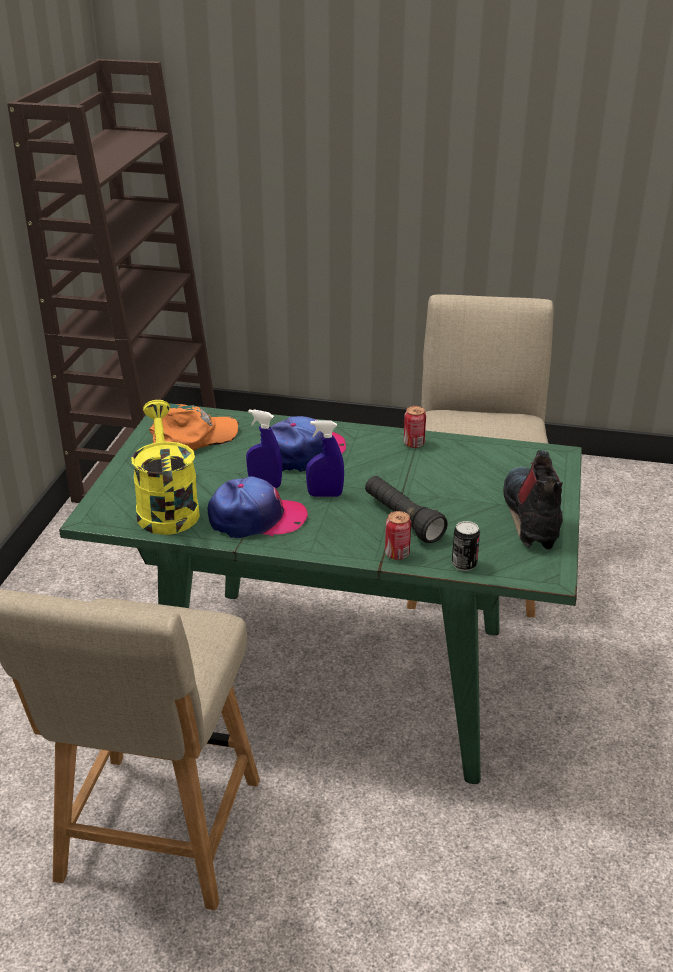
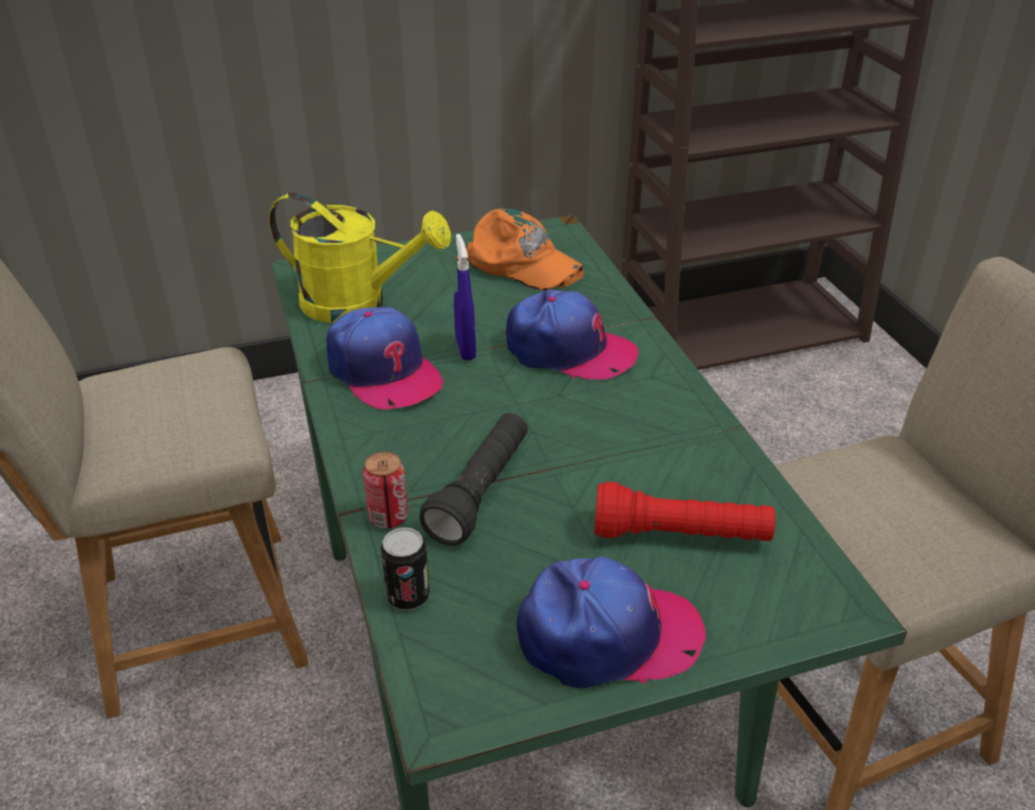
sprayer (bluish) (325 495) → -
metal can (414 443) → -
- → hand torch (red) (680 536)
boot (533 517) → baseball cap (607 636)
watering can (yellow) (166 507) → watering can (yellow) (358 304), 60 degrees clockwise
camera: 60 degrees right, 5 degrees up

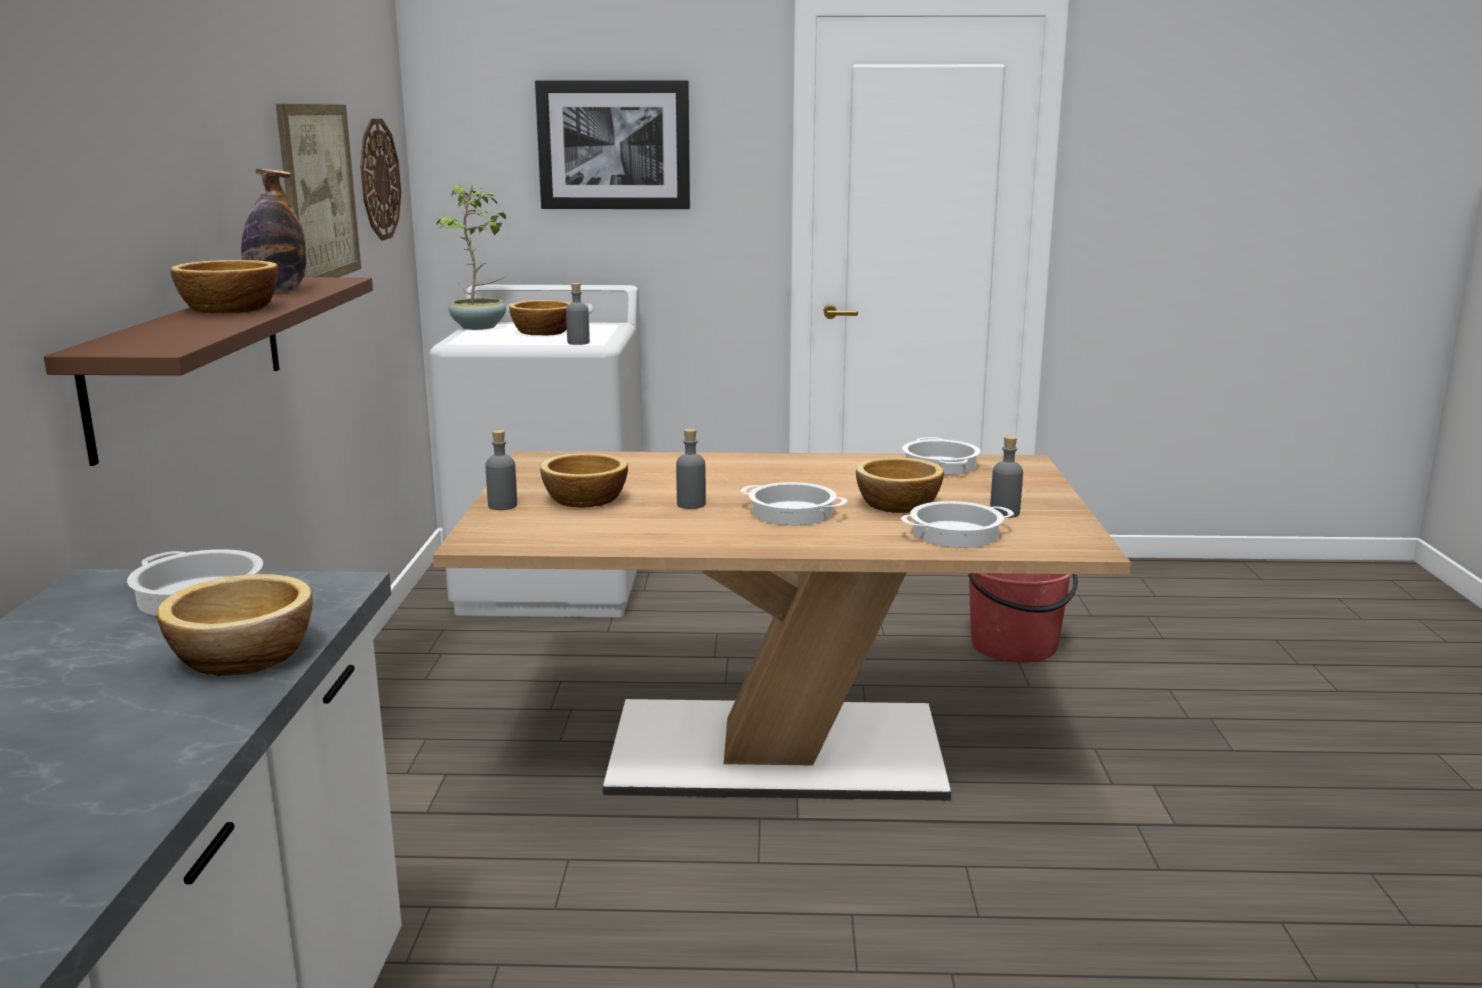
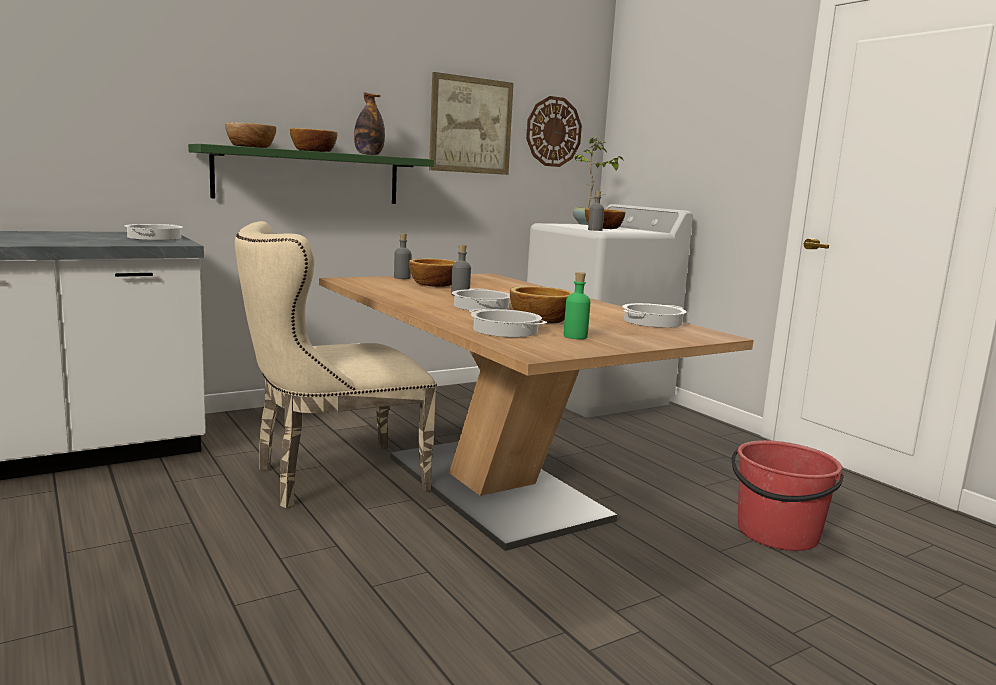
wall picture (614 145) → -
- → upright chair (beige) (330 478)
serving bowl (246 656) → serving bowl (252 147), moved
bracket shelf (brownish) (190 360) → bracket shelf (green-coloured) (309 176)
bottle (grey) (1004 513) → bottle (green-coloured) (575 336)
camera: 55 degrees right, 5 degrees down

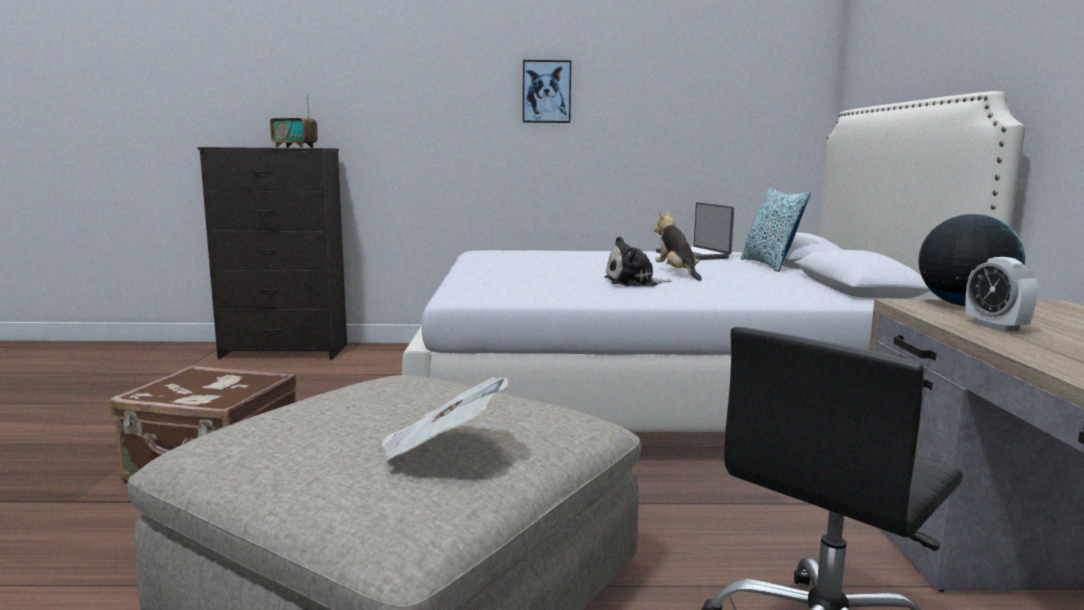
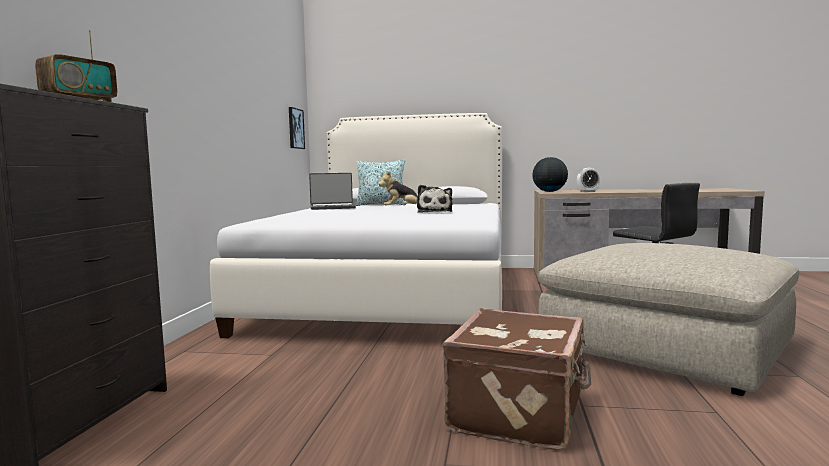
newspaper (440 450) → -
wall picture (546 91) → wall picture (295 128), moved
camera: 80 degrees left, 5 degrees down

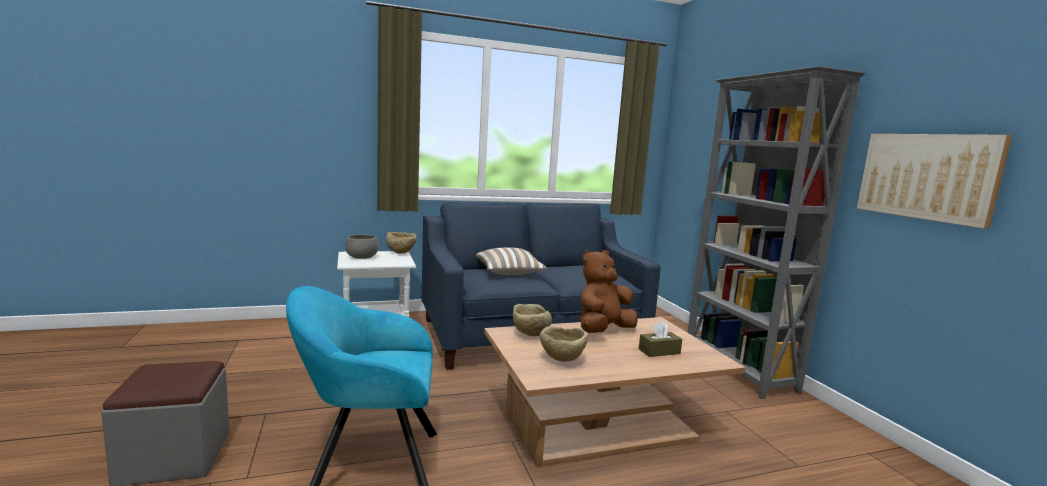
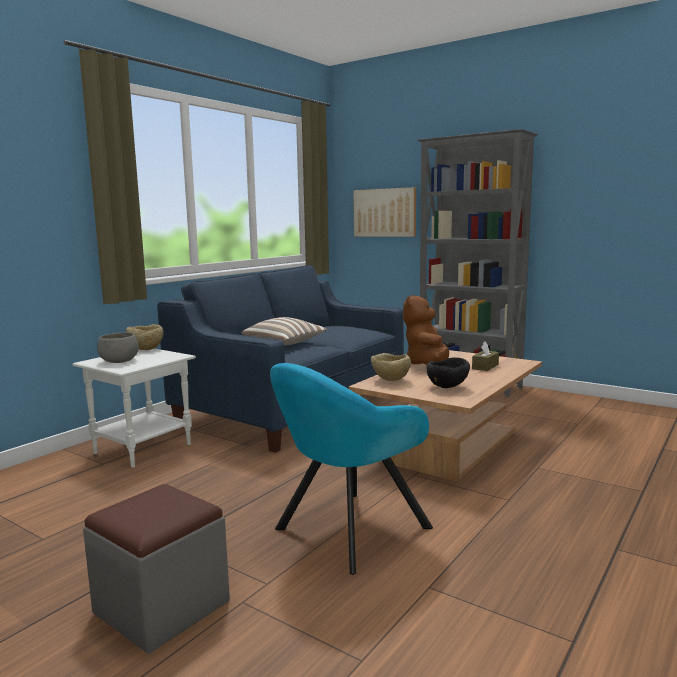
wall picture (927 176) → wall picture (385 212), moved
serving bowl (beige) (561 360) → serving bowl (blackish) (447 388)
camera: 35 degrees left, 0 degrees up

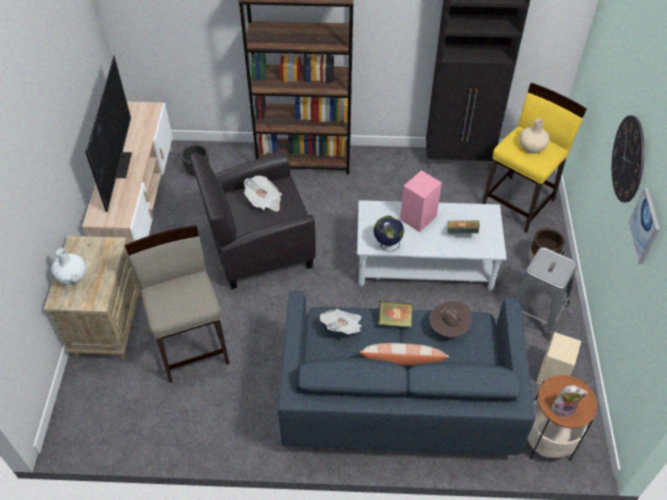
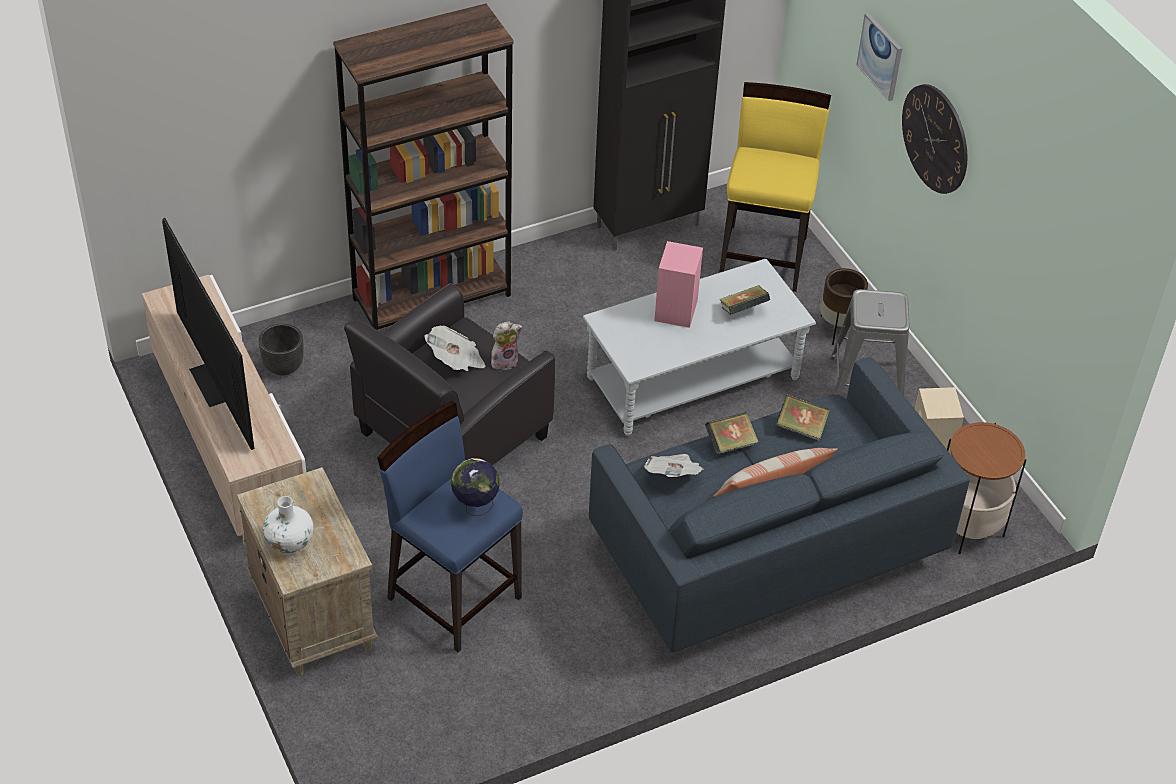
vase (beige) (531 148) → -
globe (387 245) → globe (475 507), moved
plush toy (563 408) → plush toy (504 361), moved
wall picture (645 226) → wall picture (880 56), moved
hat (brownish) (448 328) → bound book (801 428)
stool (beige) (192 346) → stool (bluish) (454 596)
camera: 30 degrees left, 5 degrees down

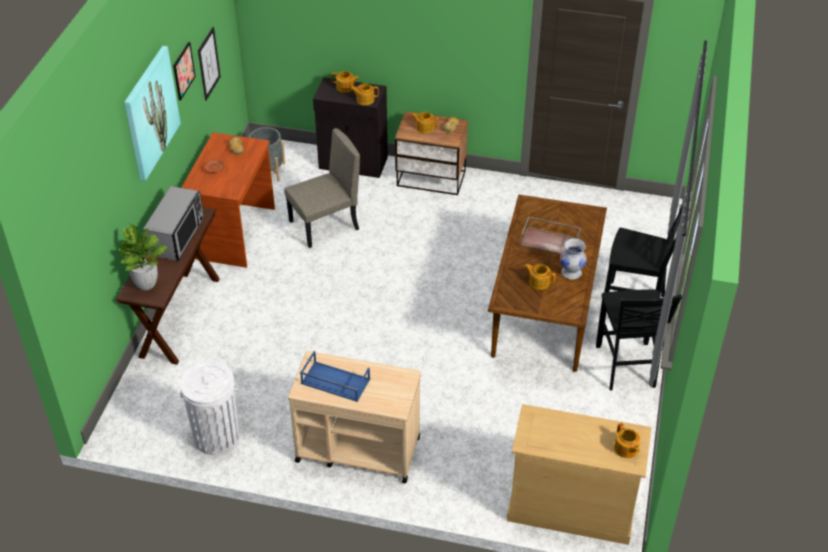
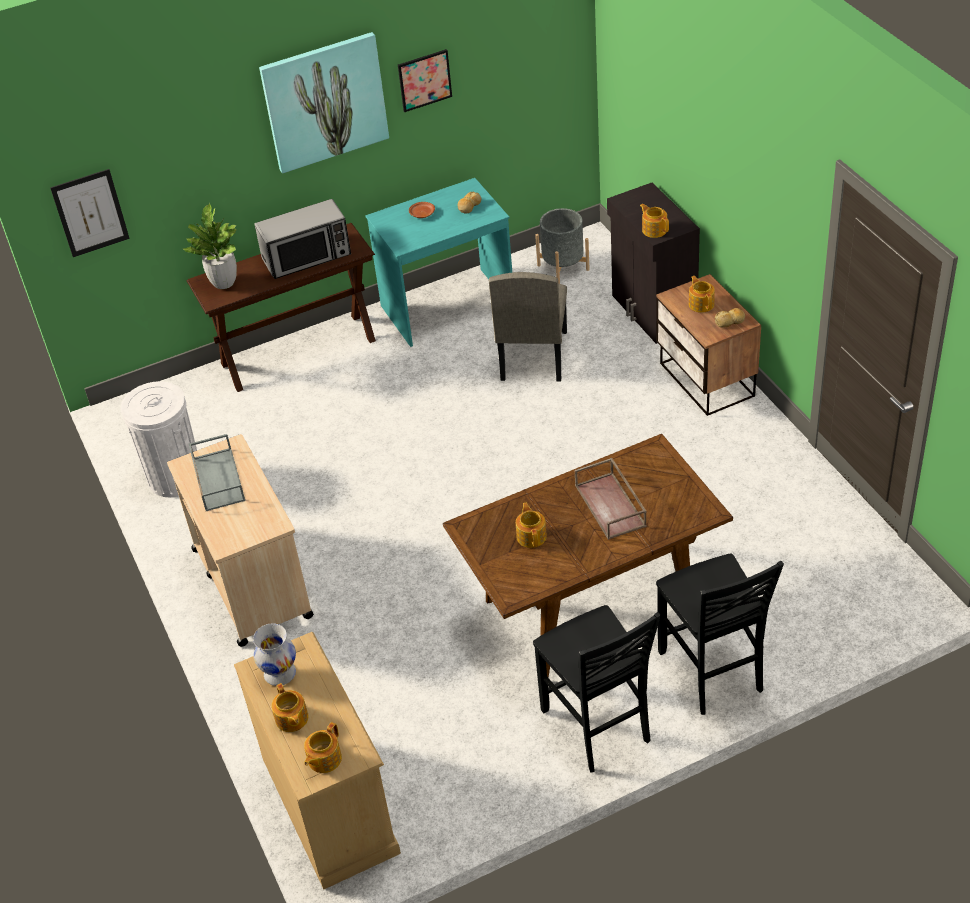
wall picture (208 63) → wall picture (90 213), moved
teapot (345 87) → teapot (291 719), moved
vase (white) (571 273) → vase (white) (279 674), moved
desk (brownish) (235 233) → desk (turquoise) (448 308)
tray (bluish) (334 382) → tray (grey) (217 479)
upright chair (beige) (324 226) → upright chair (beige) (533 355), 75 degrees clockwise
upright chair (blackish) (626 367) → upright chair (blackish) (597 727), 75 degrees counterclockwise
camera: 55 degrees right, 0 degrees up

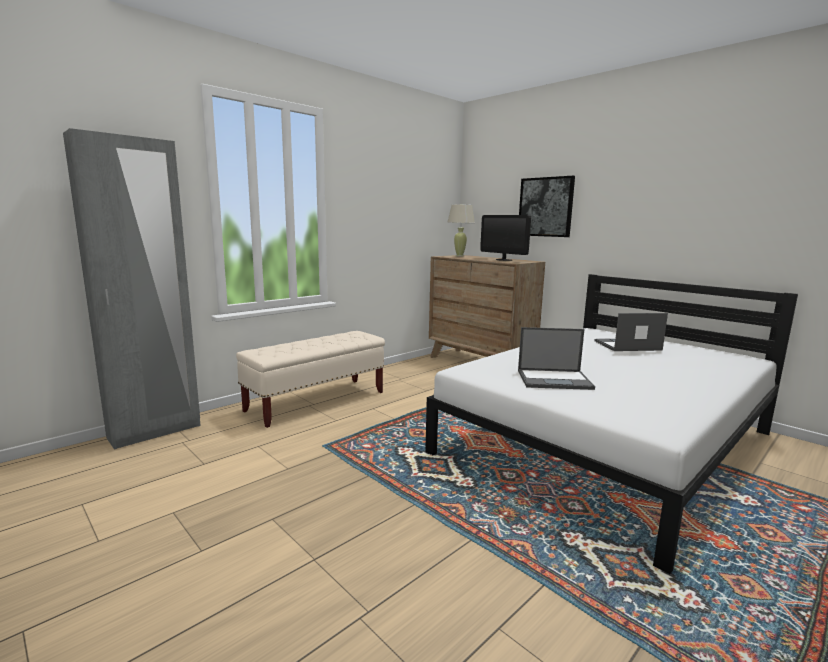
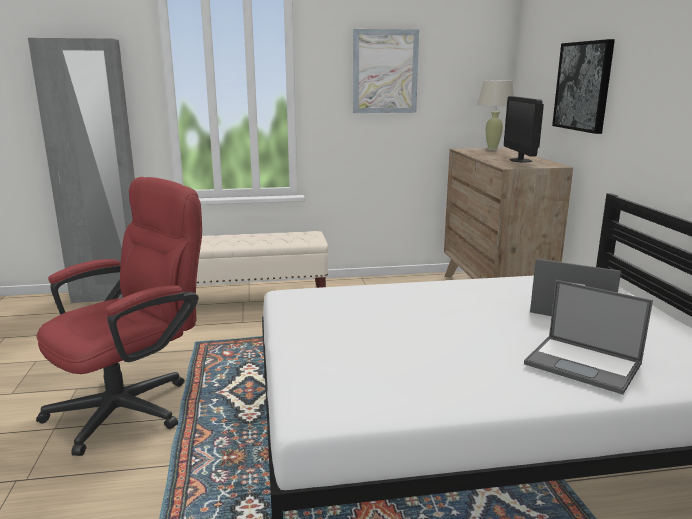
- → computer chair (red) (133 405)
- → wall picture (385 71)
portable computer (555 379) → portable computer (584 364), moved
camera: 35 degrees right, 5 degrees up

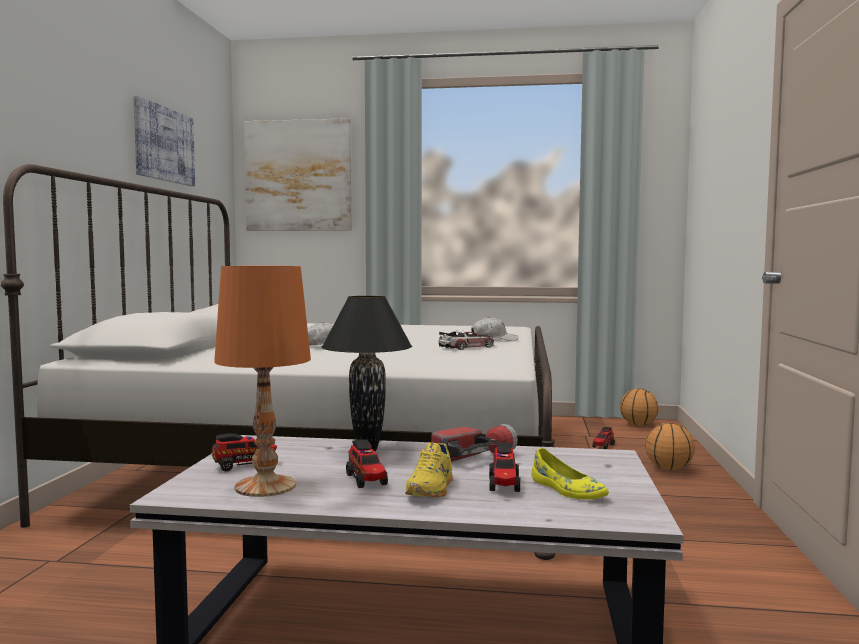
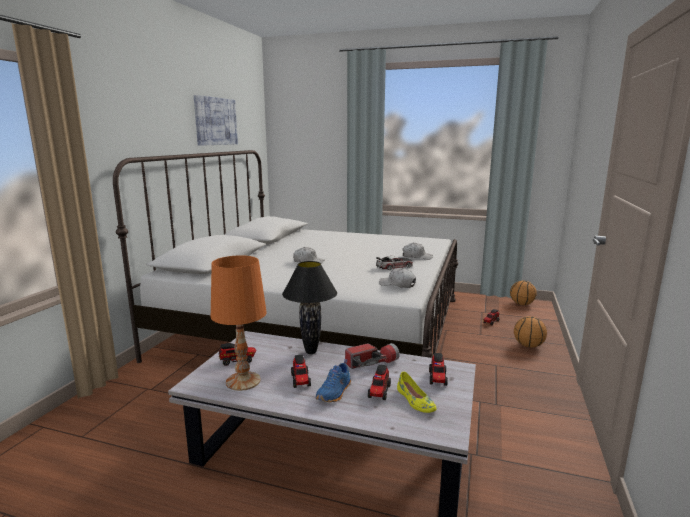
wall picture (298 176) → -
- → baseball cap (white) (397 284)
- → model truck (437 378)
low shoe (yellow) (432 489) → low shoe (bluish) (335 392)
camera: 10 degrees right, 10 degrees up

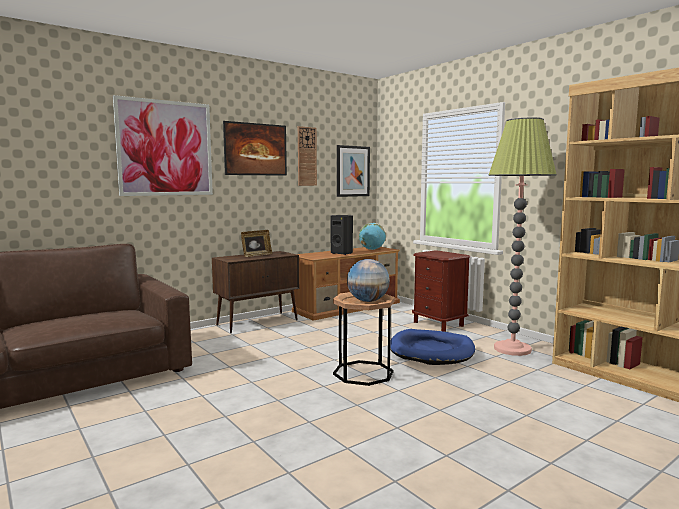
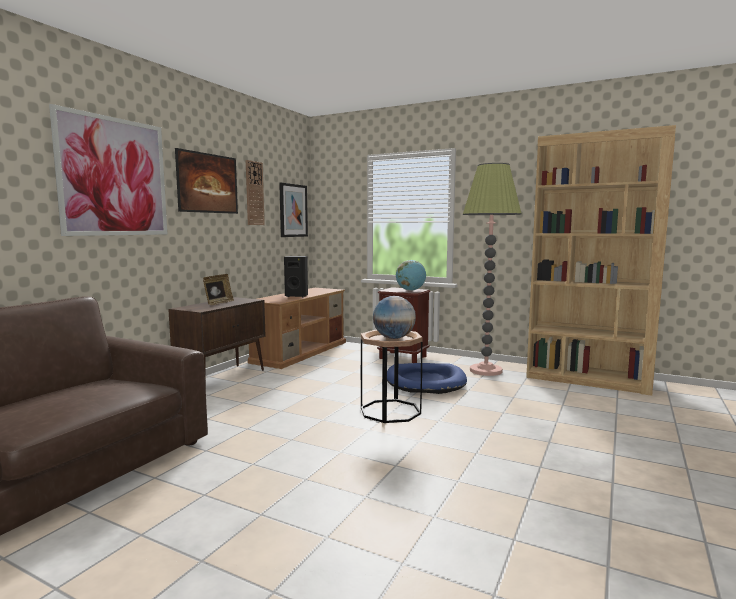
globe (372 249) → globe (410 290), moved
camera: 25 degrees left, 0 degrees up

